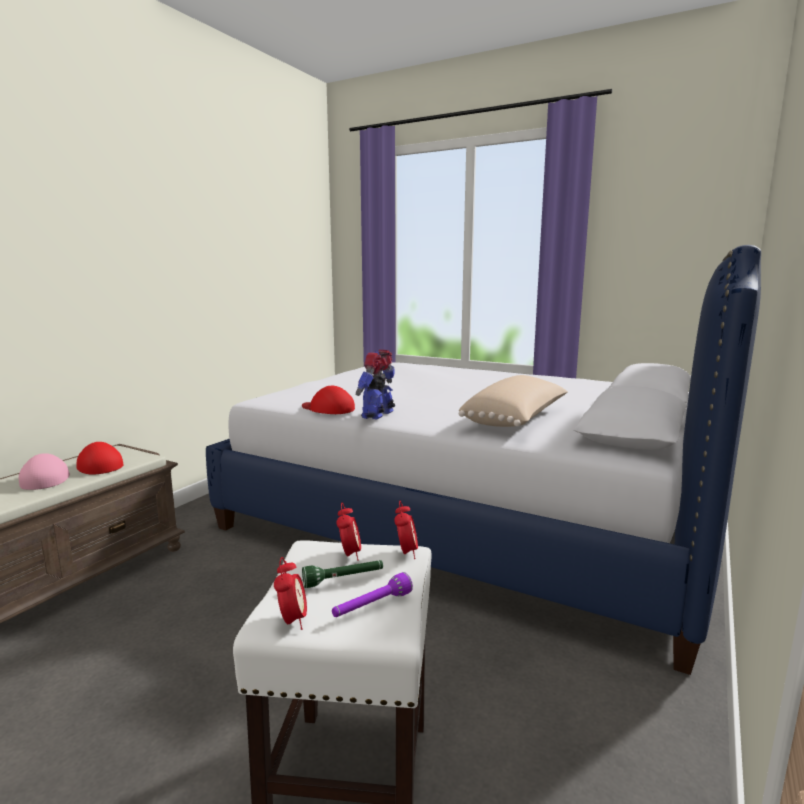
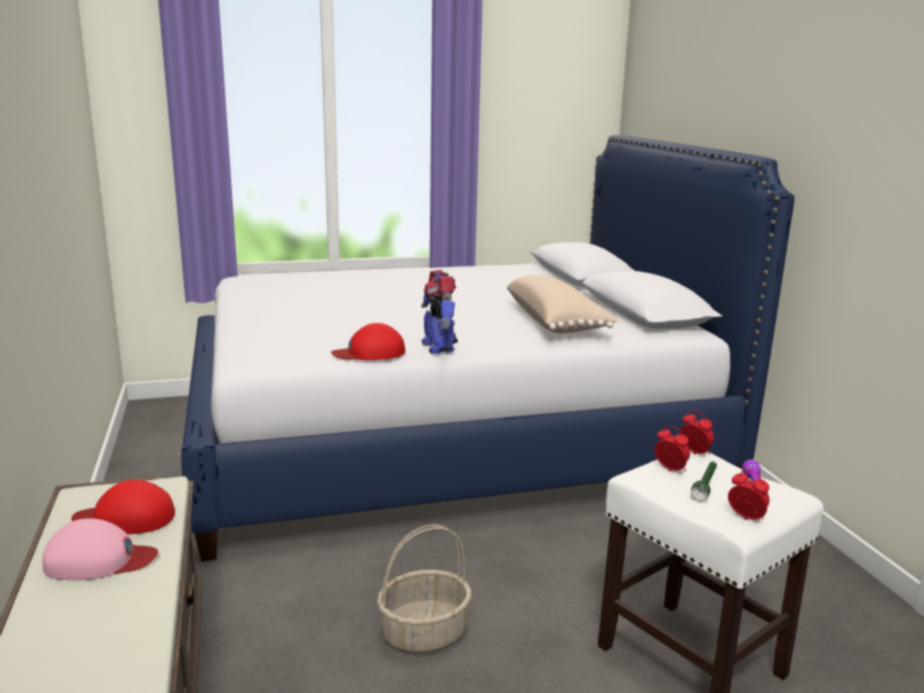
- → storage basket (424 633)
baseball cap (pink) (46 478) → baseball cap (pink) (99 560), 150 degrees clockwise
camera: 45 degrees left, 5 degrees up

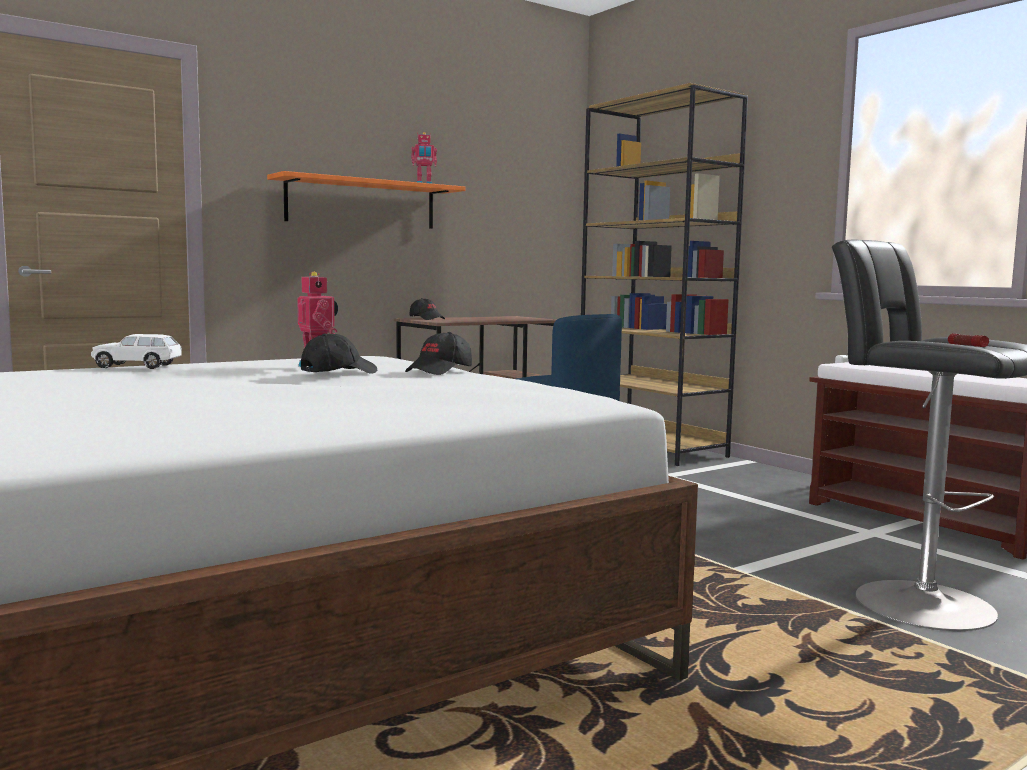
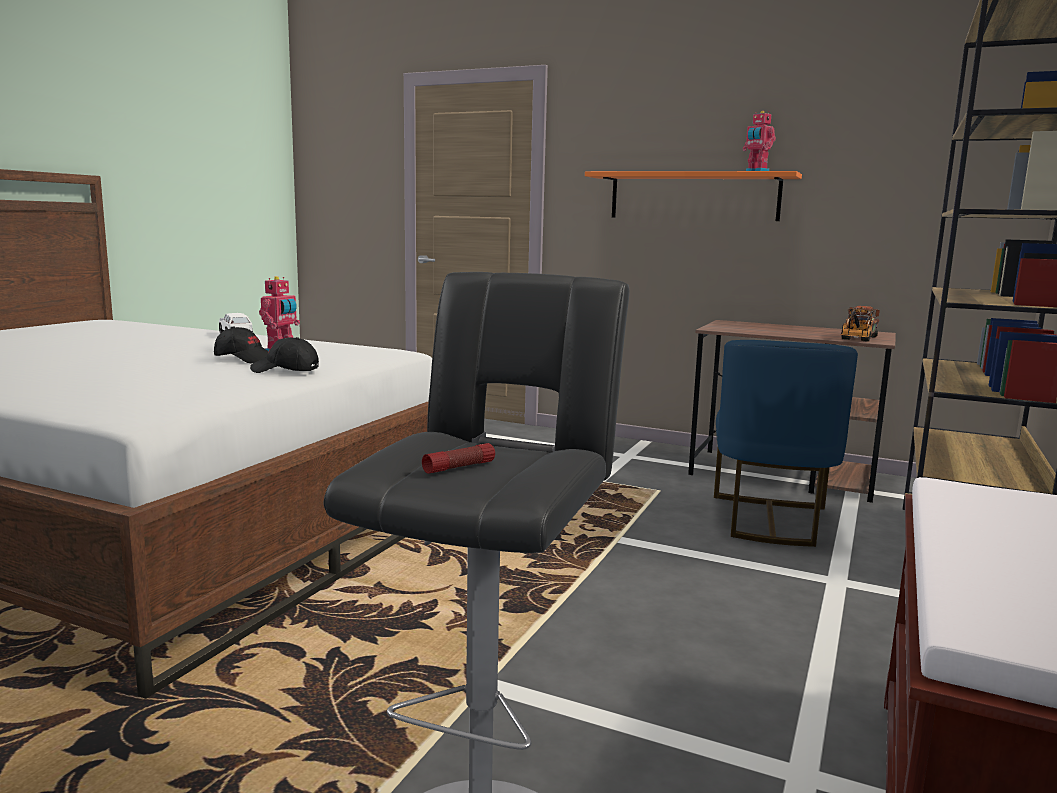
baseball cap (blackish) (427 319) → -
- → model truck (857 339)
camera: 60 degrees right, 5 degrees up

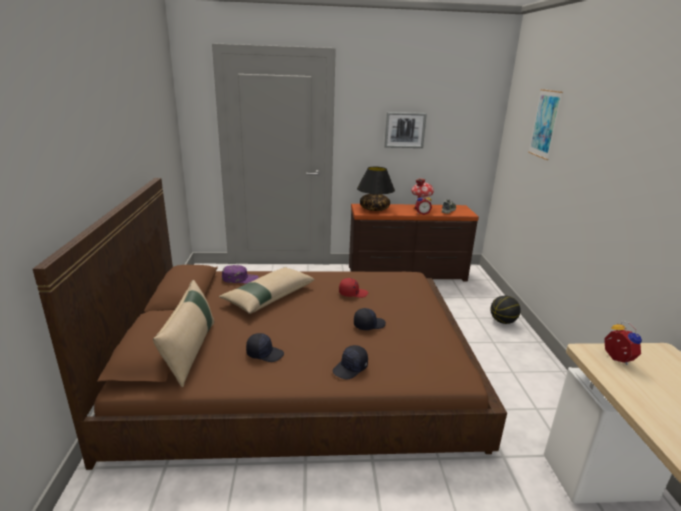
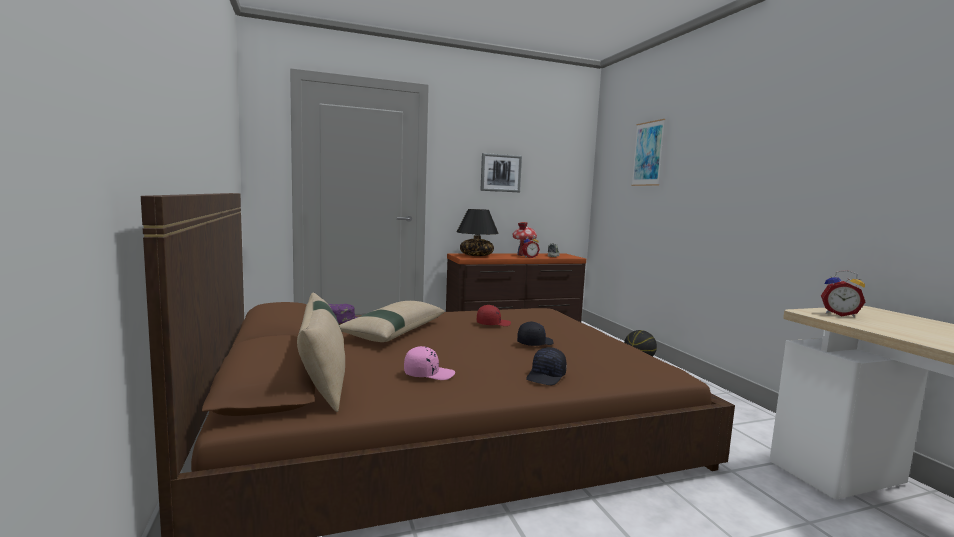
baseball cap (blackish) (265 353) → baseball cap (pink) (428 374)
alarm clock (616 359) → alarm clock (839 314), 150 degrees clockwise
camera: 15 degrees left, 15 degrees down

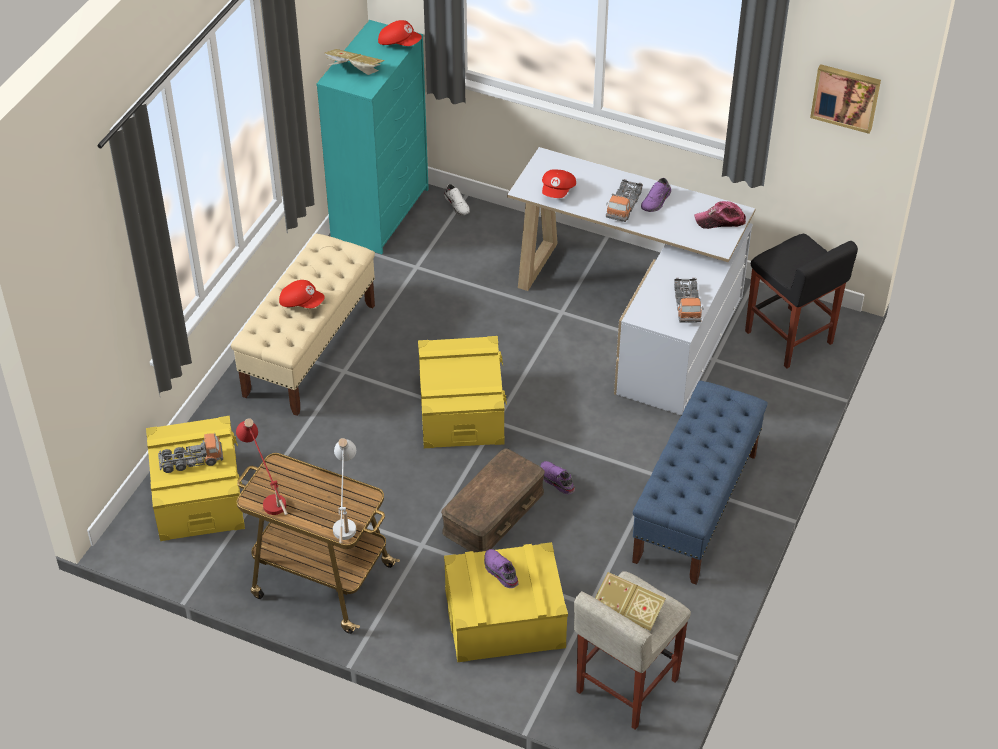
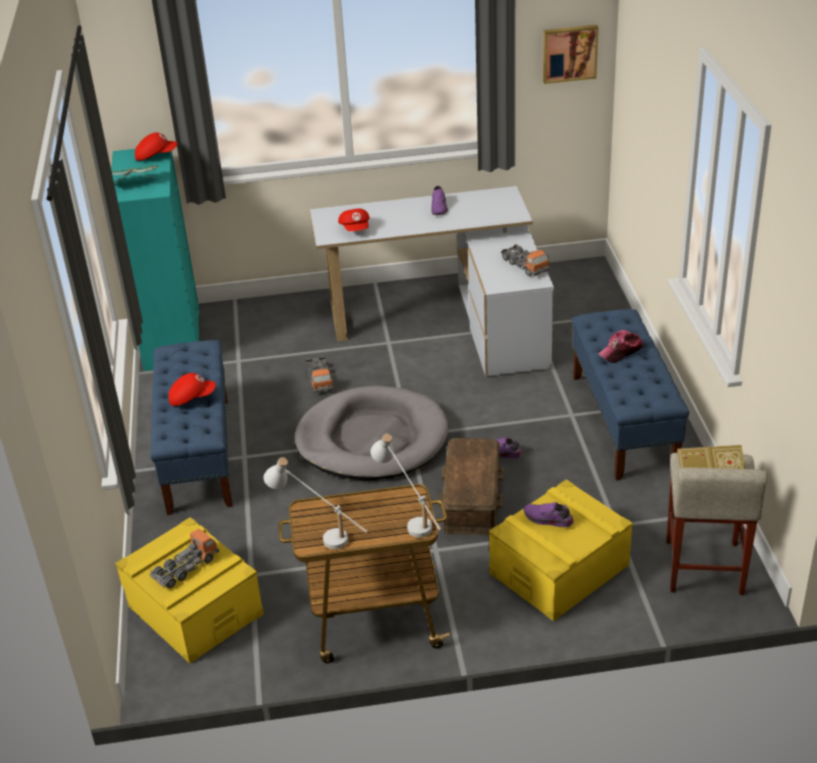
low shoe (white) (457 205) → -
stool (blackish) (789 338) → -
model truck (624 205) → model truck (320 379), moved
baseball cap (720 220) → baseball cap (620 351), moved
storage box (yellow) (461 409) → dog bed (grey) (372 439)
indoor bench (beige) (310 349) → indoor bench (bluish) (198 454)
table lamp (red) (268 494) → table lamp (white) (320 534)
camera: 30 degrees left, 10 degrees down

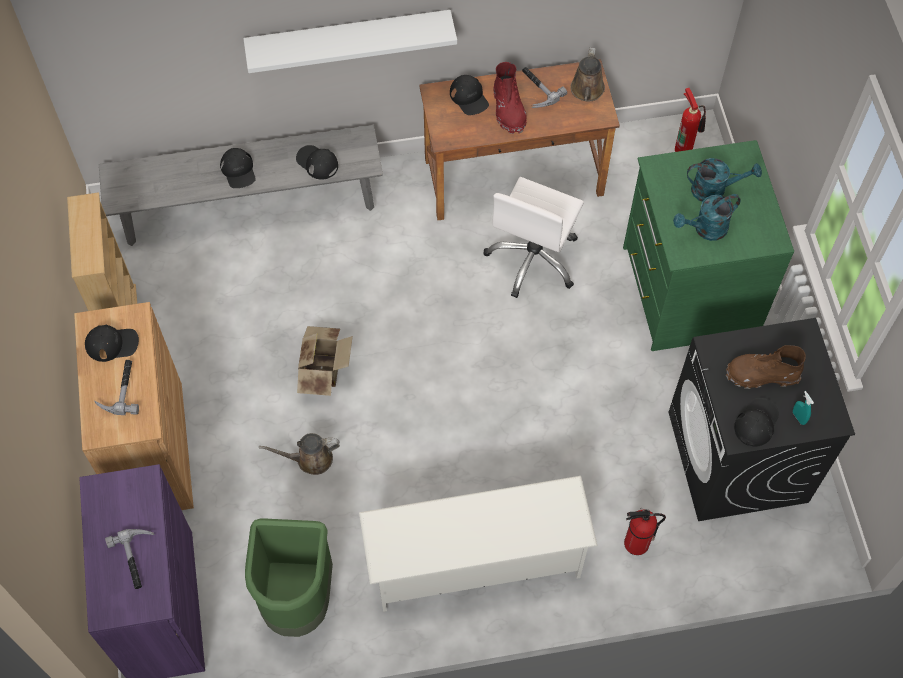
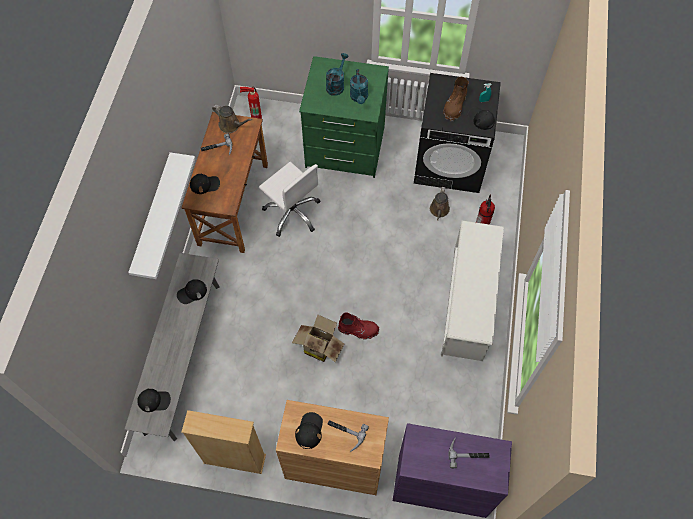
rubbish bin (green-coloured) (298 599) → -
baseball cap (blackish) (238 170) → baseball cap (blackish) (154 400), moved
watering can (brownish) (310 459) → watering can (brownish) (439 211), moved
boot (red) (508 110) → boot (red) (358 330), moved
camera: 70 degrees left, 0 degrees up

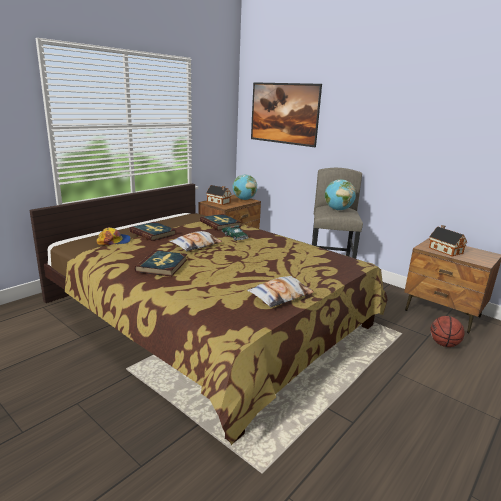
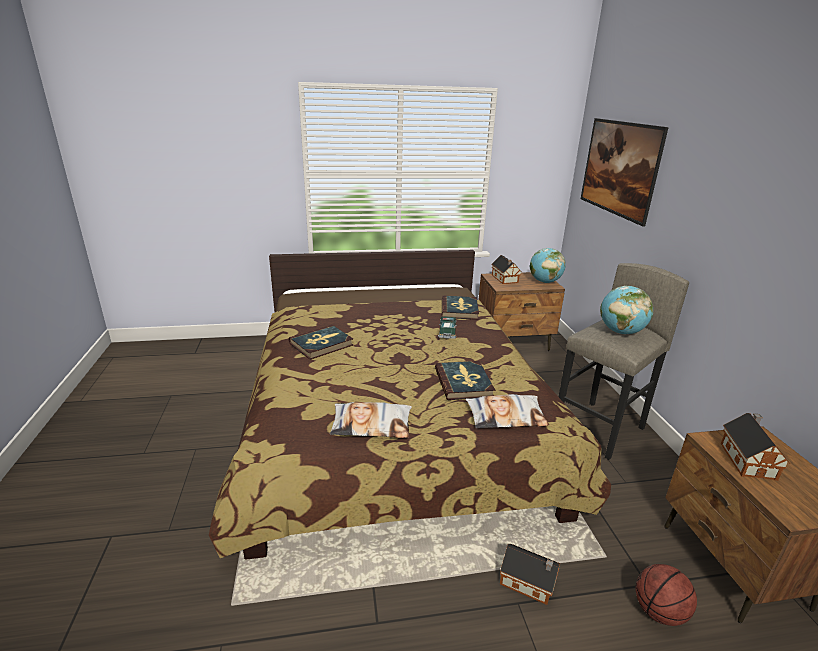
baseball cap (114 241) → -
- → miniature house (529 583)
bound book (153 233) → bound book (464 383), moved
throw pillow (196 245) → throw pillow (506 416), moved
camera: 40 degrees right, 5 degrees up

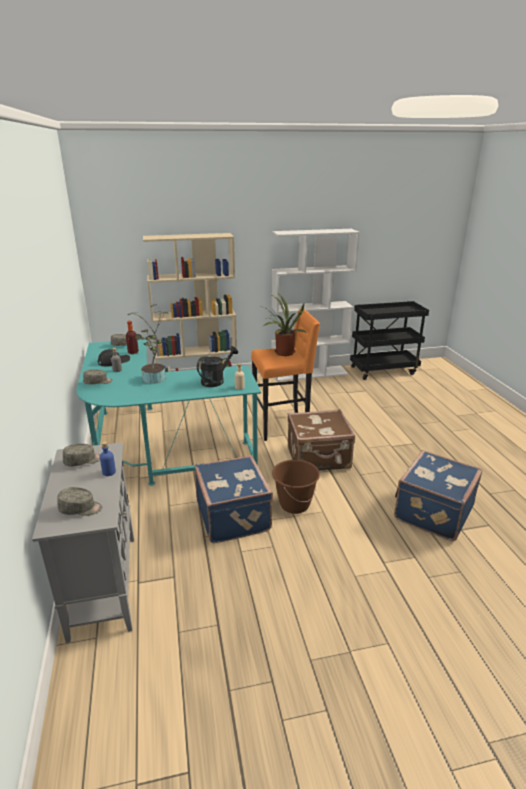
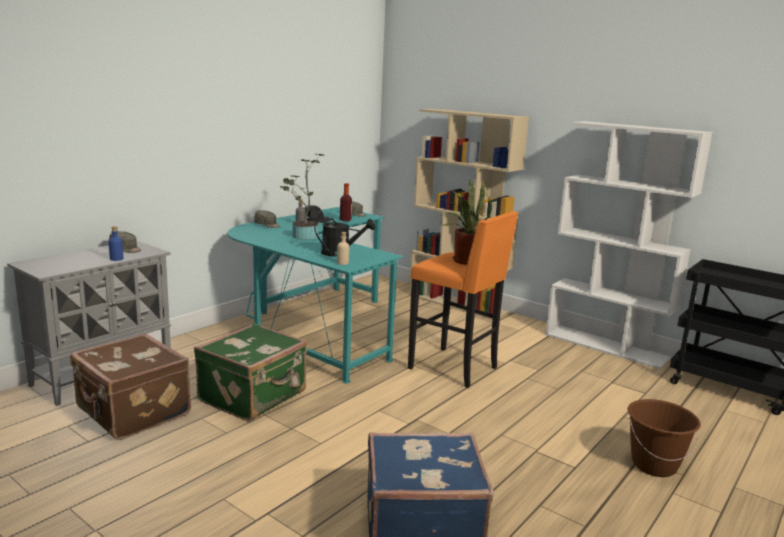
baseball cap (grey) (81 509) → -
water bucket (brownish) (294 504) → water bucket (brownish) (654 465), moved
piece of luggage (brownish) (319 458) → piece of luggage (brownish) (132 412), moved
piece of luggage (bluish) (234 515) → piece of luggage (green-coloured) (254 396)
camera: 50 degrees right, 10 degrees down

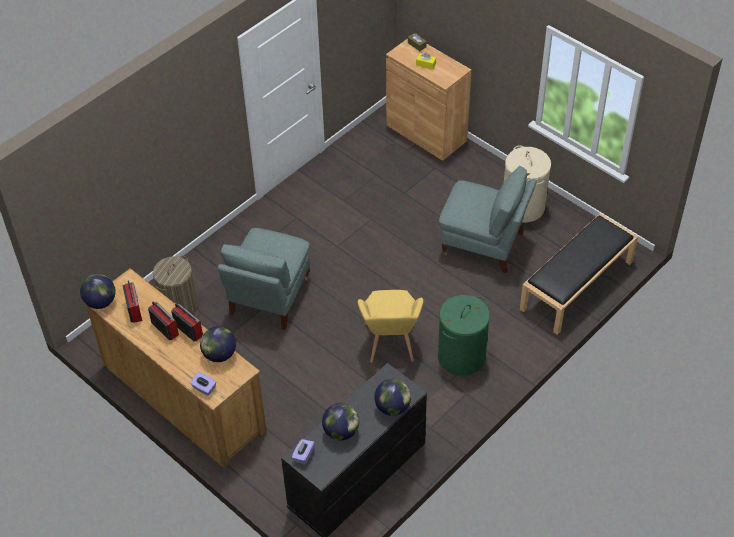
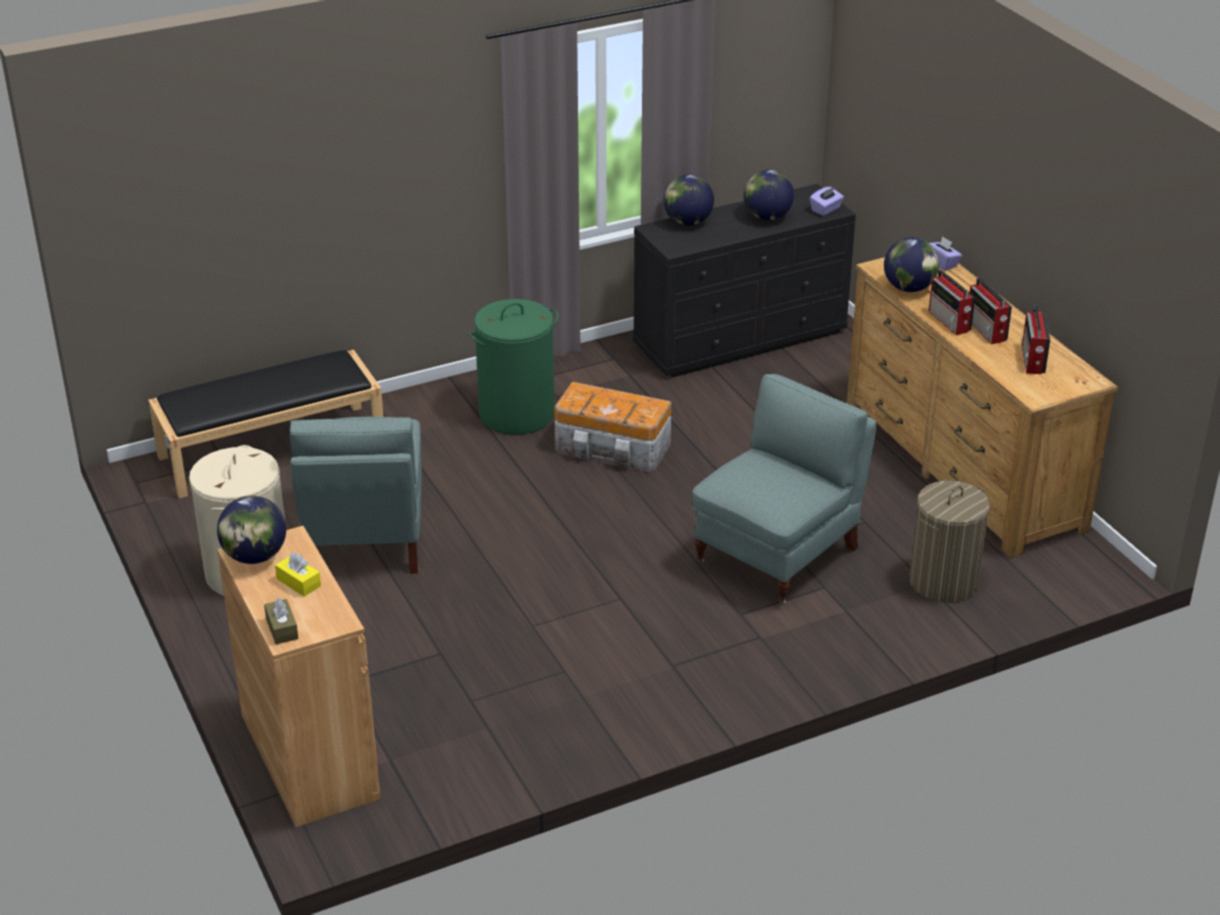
globe (100 302) → globe (255 556), moved
armchair (yellow) (390 346) → storage box (613 449)
armchair (grey) (483 244) → armchair (grey) (365 537), 135 degrees counterclockwise
camera: 160 degrees left, 15 degrees down

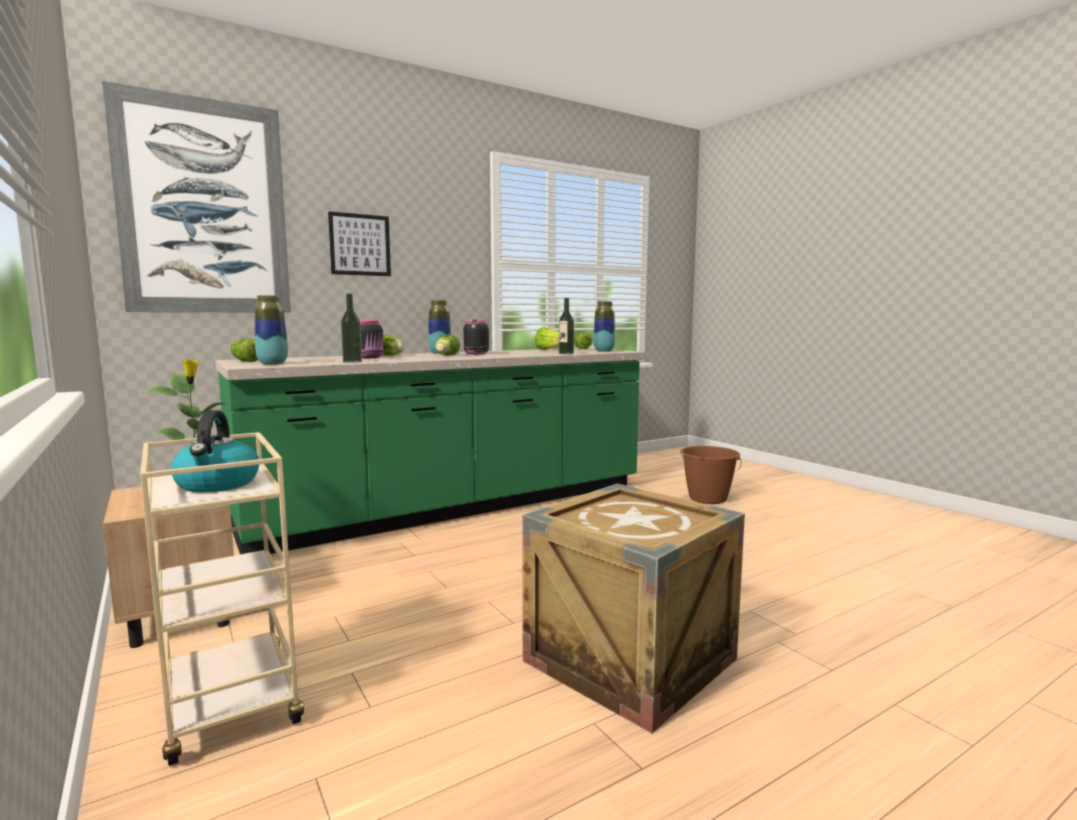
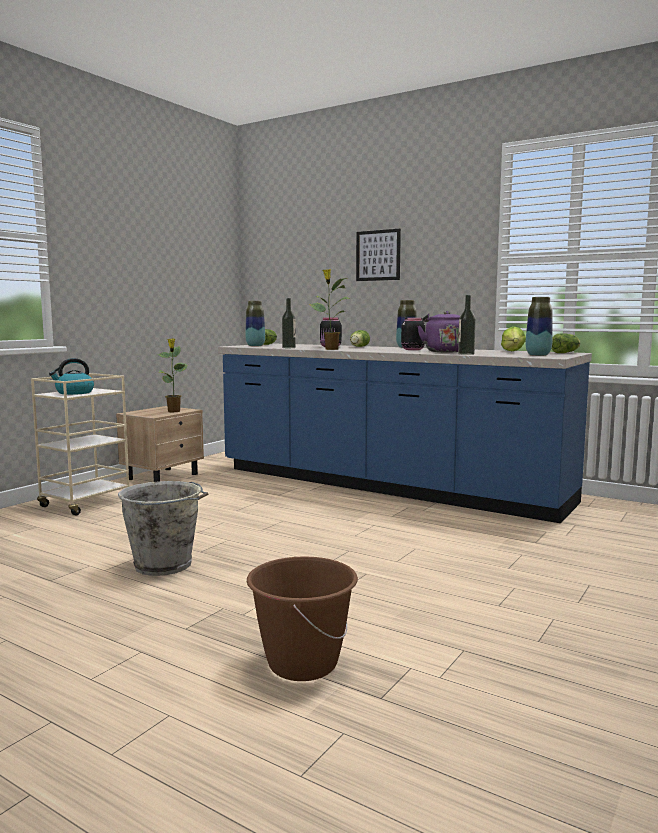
wall picture (204 207) → -
lettuce head (446 355) → -
- → houseplant (331 349)
- → water kettle (purple-coloured) (444 351)
water bucket (brownish) (707 499) → water bucket (brownish) (302 663), moved
shipping crate (630 660) → water bucket (grey) (165 565)
counter (green-coloured) (455 507) → counter (bluish) (386 486)
camera: 65 degrees right, 0 degrees up

